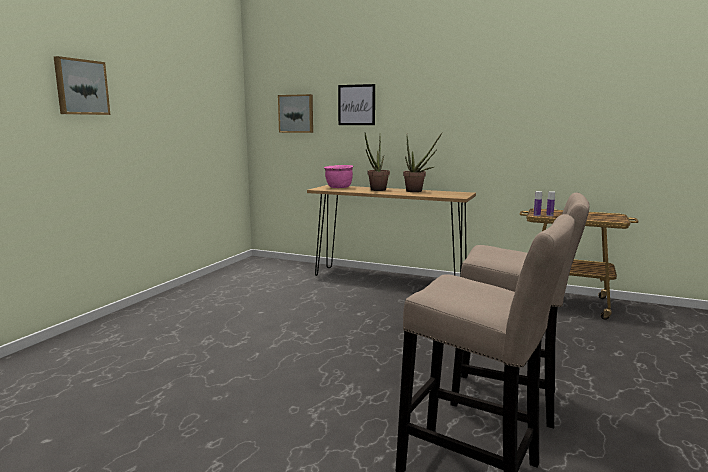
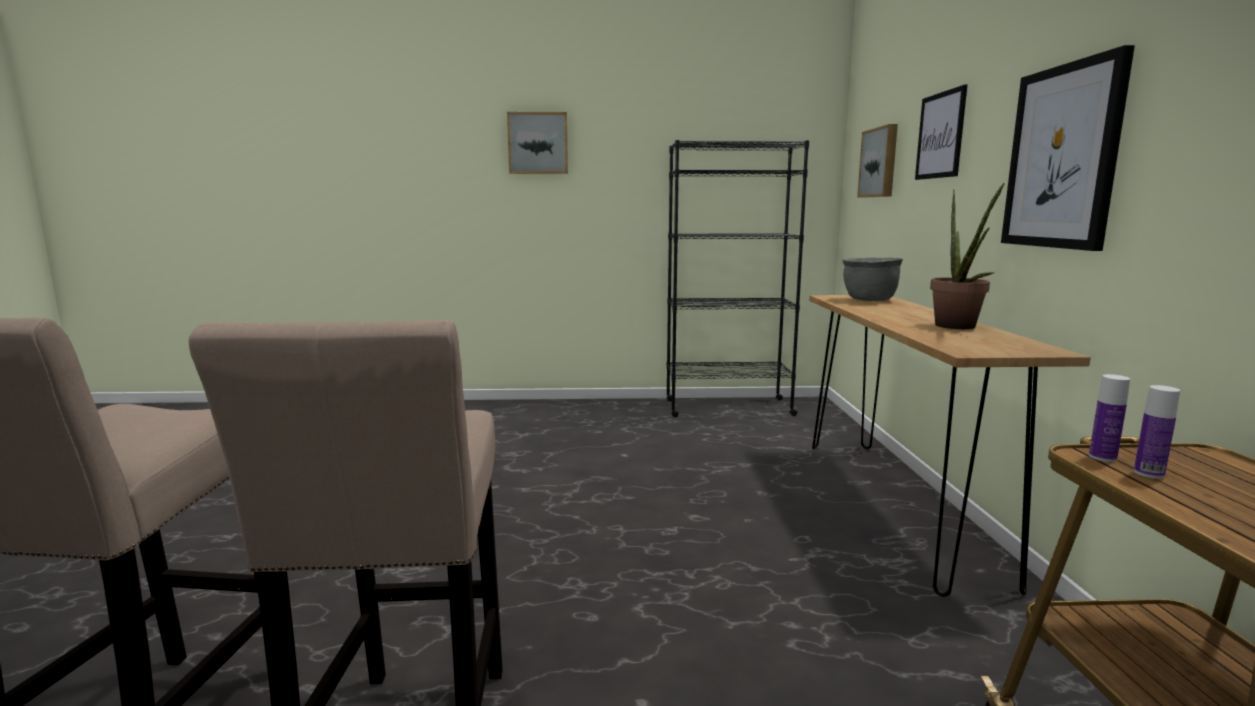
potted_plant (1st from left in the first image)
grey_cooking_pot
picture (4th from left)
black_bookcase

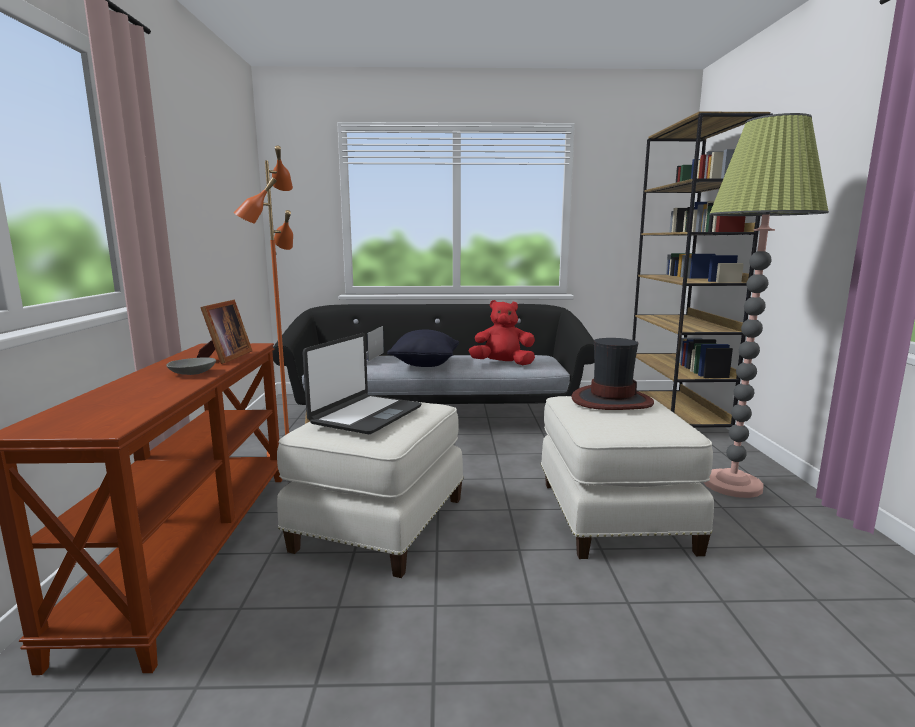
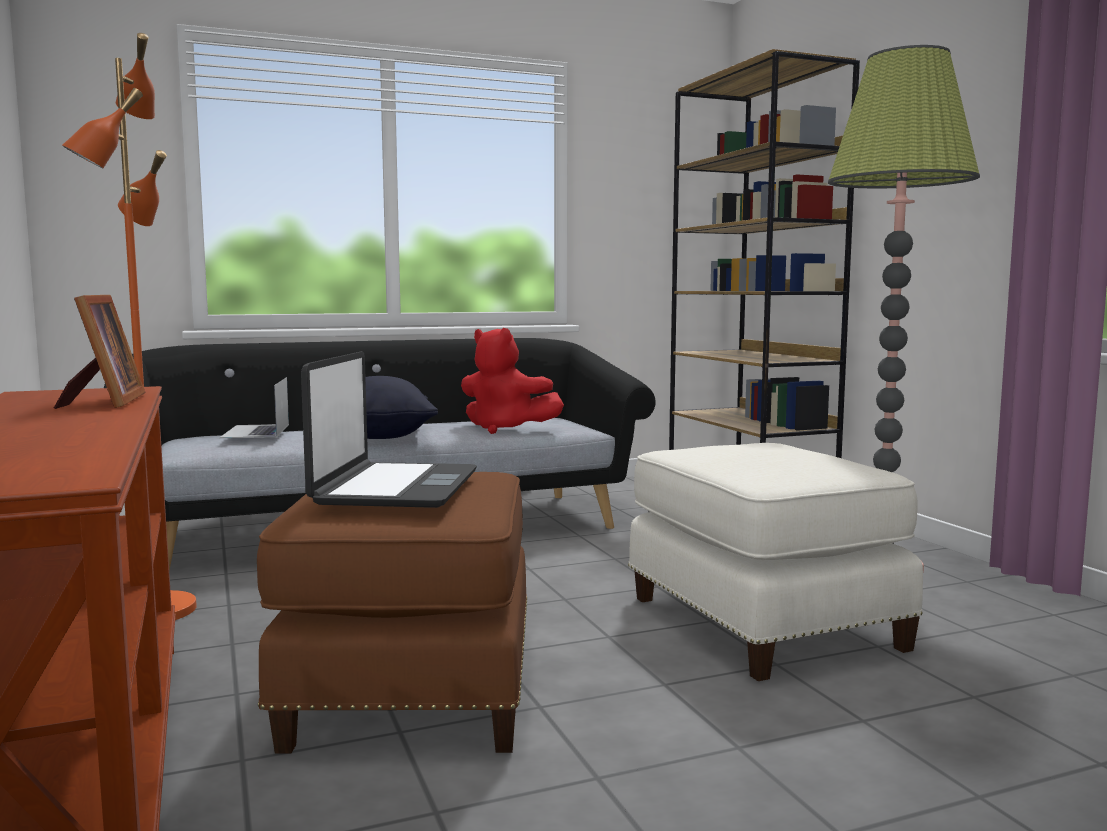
red_plush_toy
hat
grey_bowl
brown_ottoman

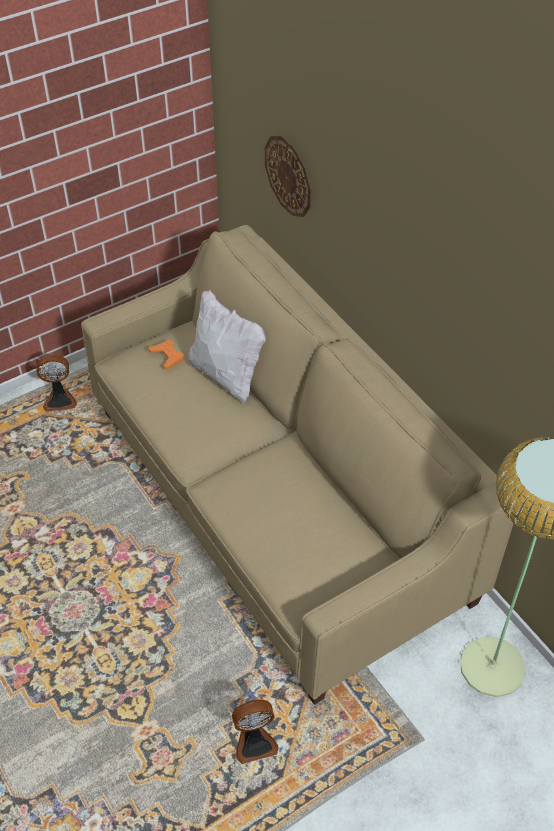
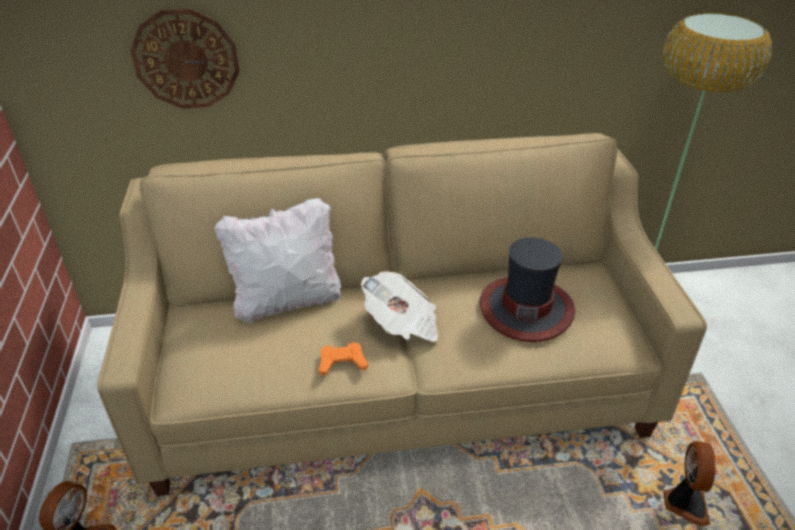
orange_game_controller
hat
newspaper

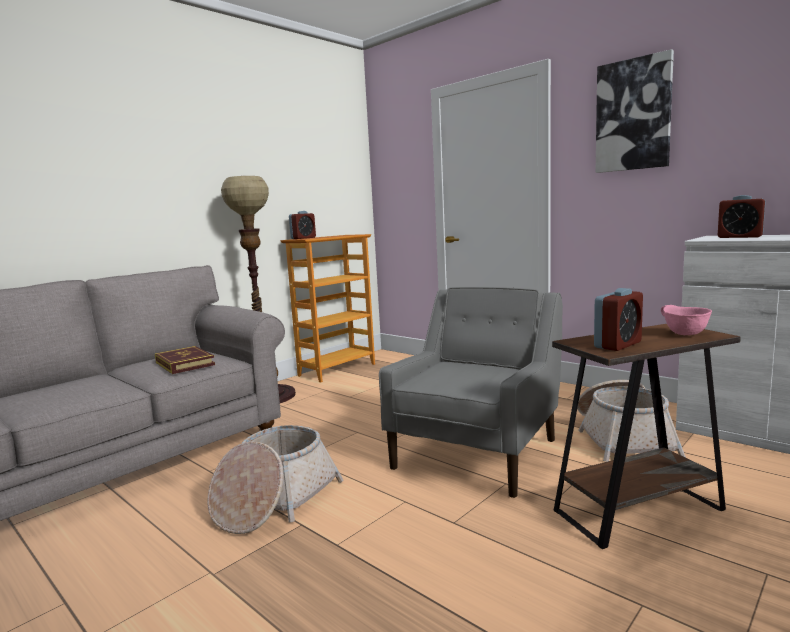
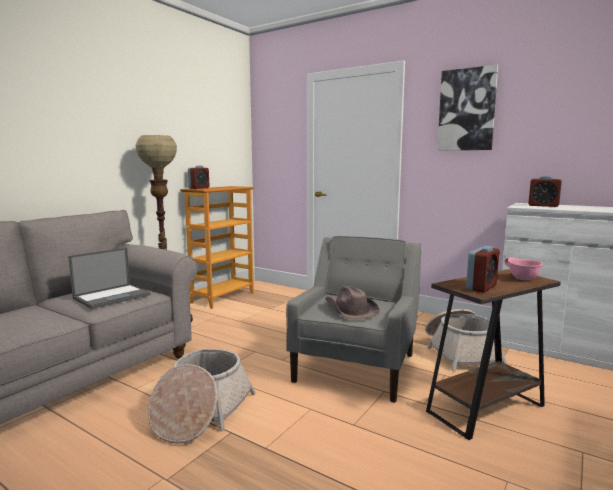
laptop
brown_hat

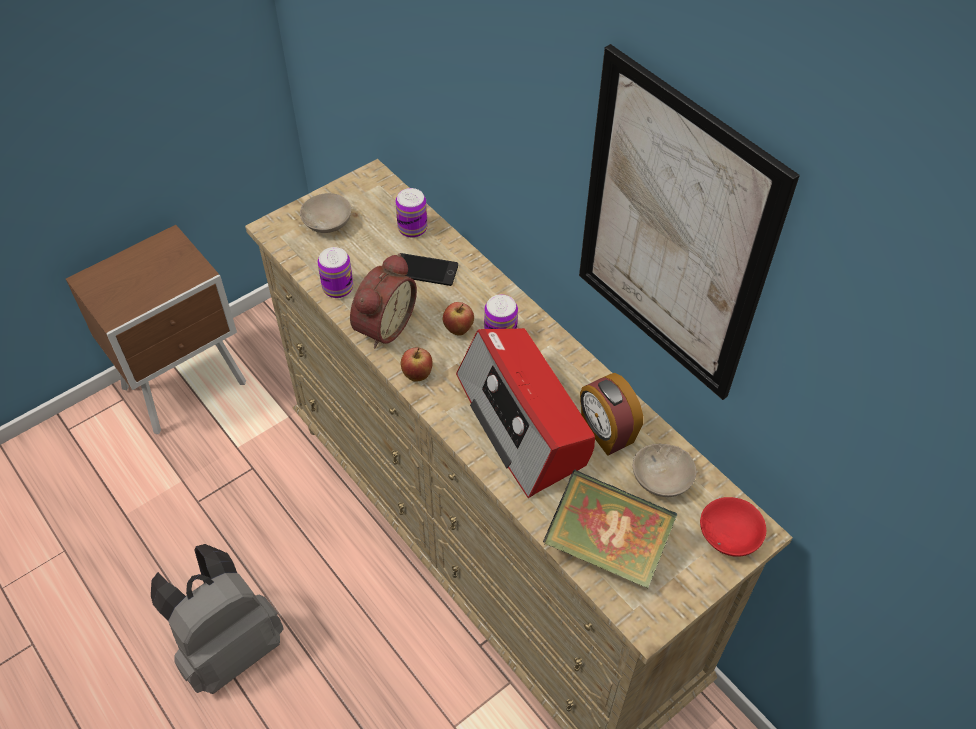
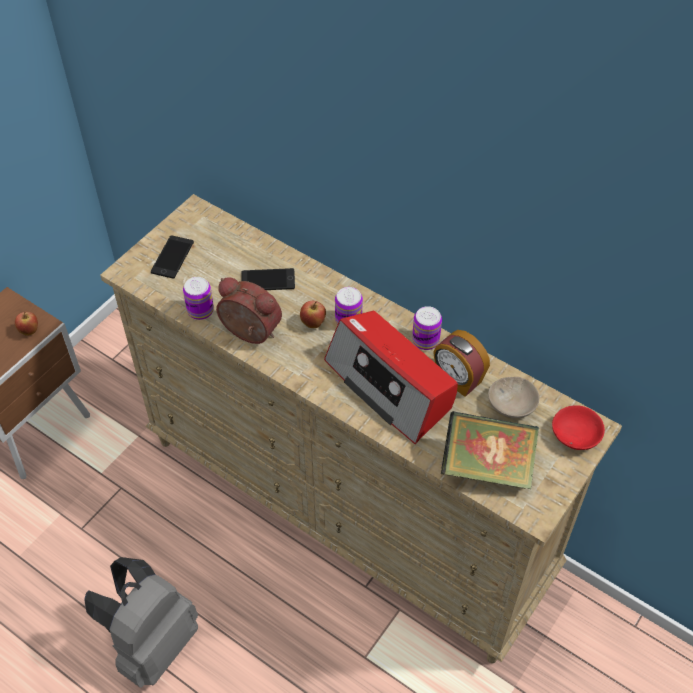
picture
can (3rd from left)
phone (1st from left)
alarm_clock (1st from left)
apple (1st from left)

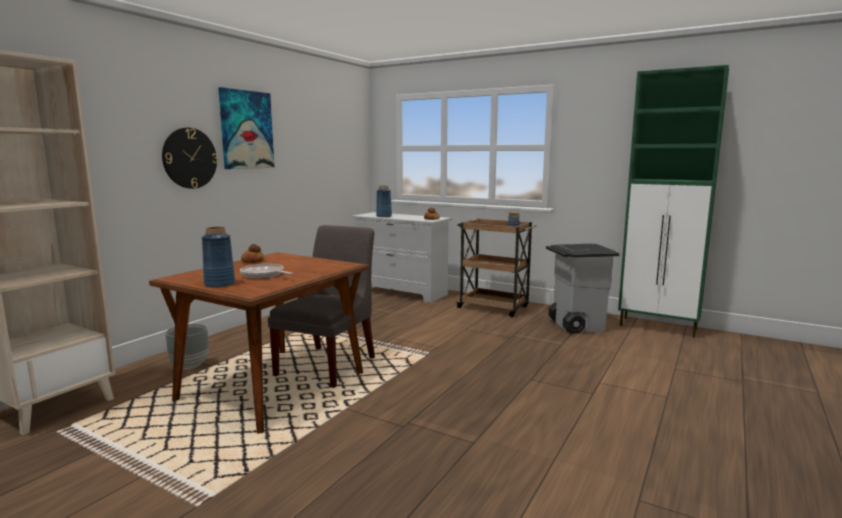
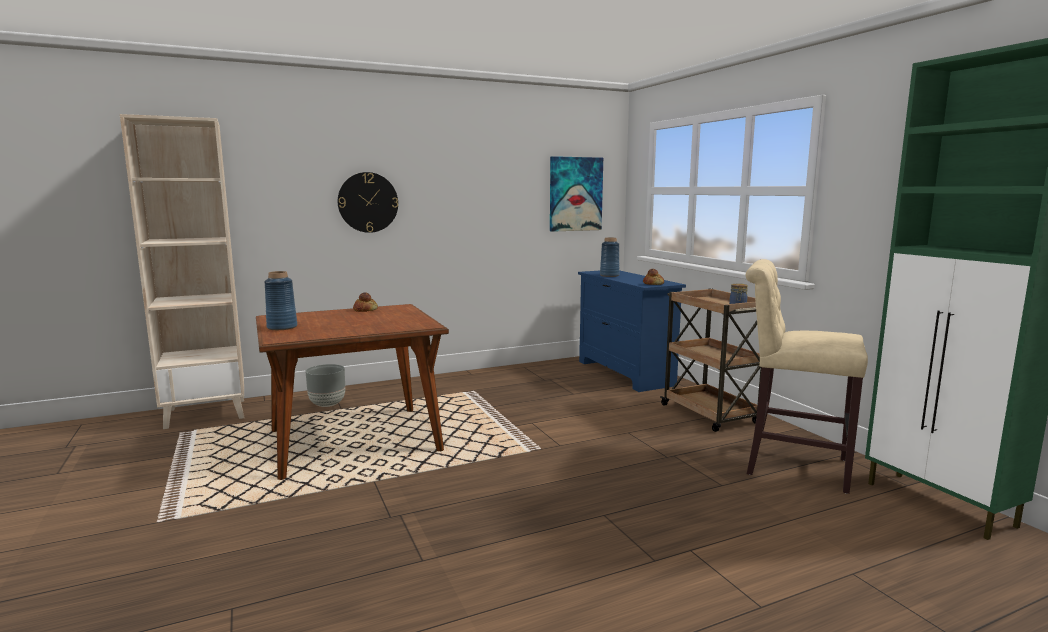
picture
blue_dresser
grey_chair
beige_stool
frying_pan

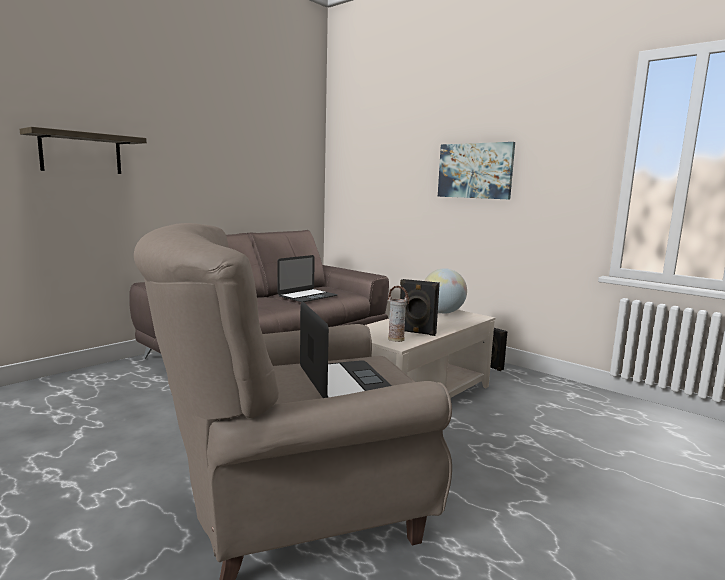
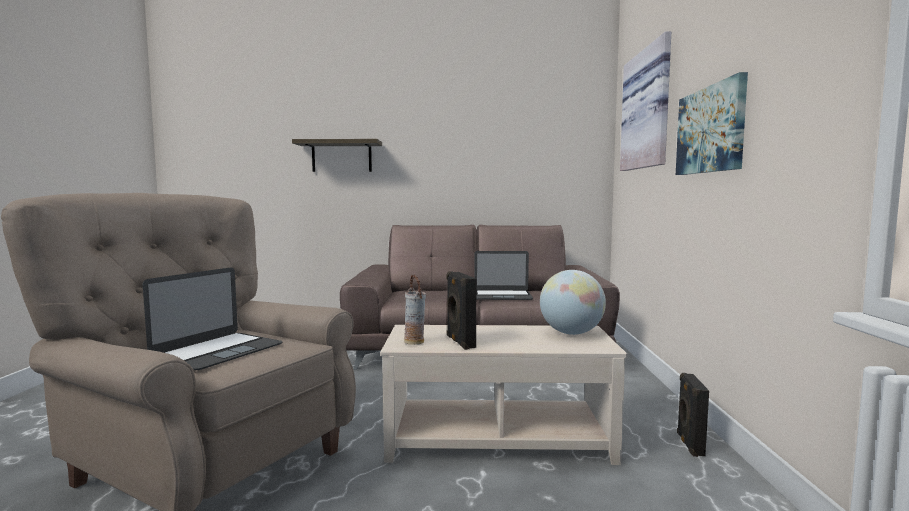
picture (1st from left)

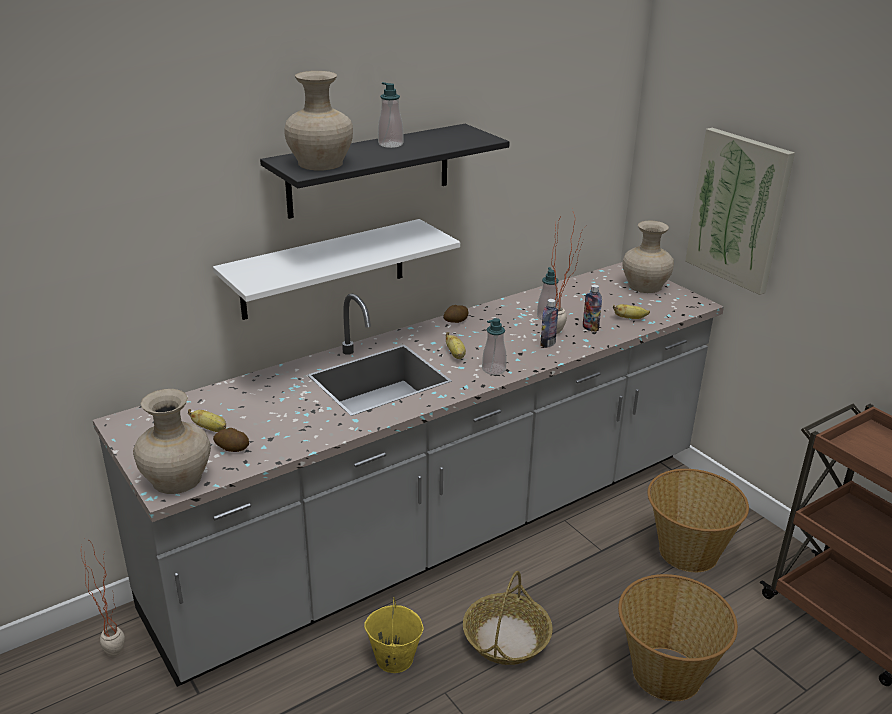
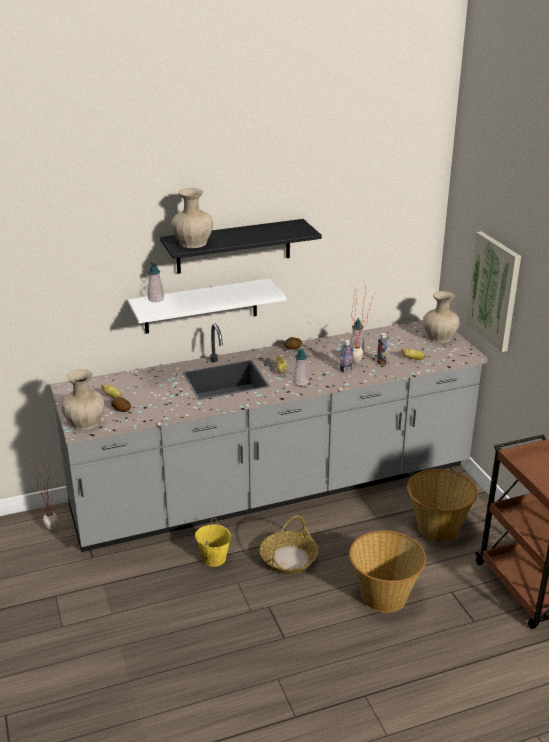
soap_dispenser (1st from left)

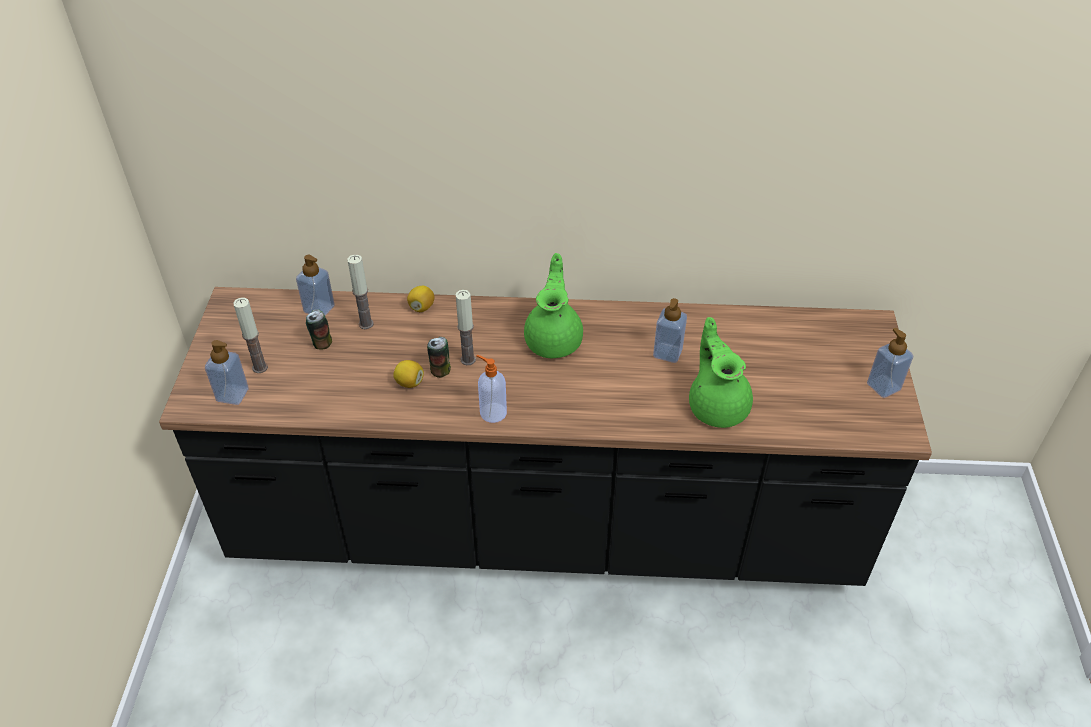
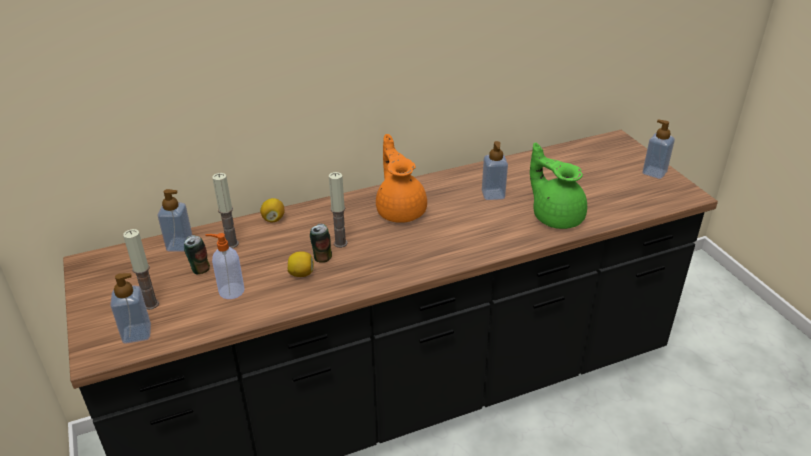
orange_teapot
soap_dispenser (3rd from left)

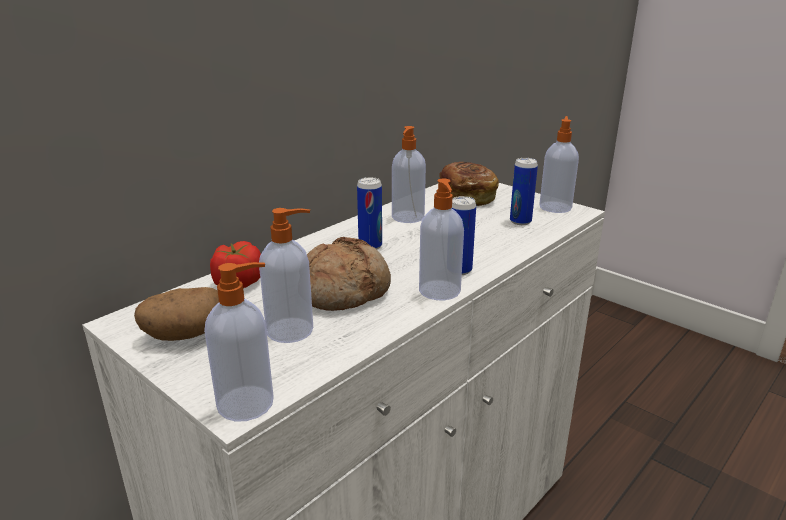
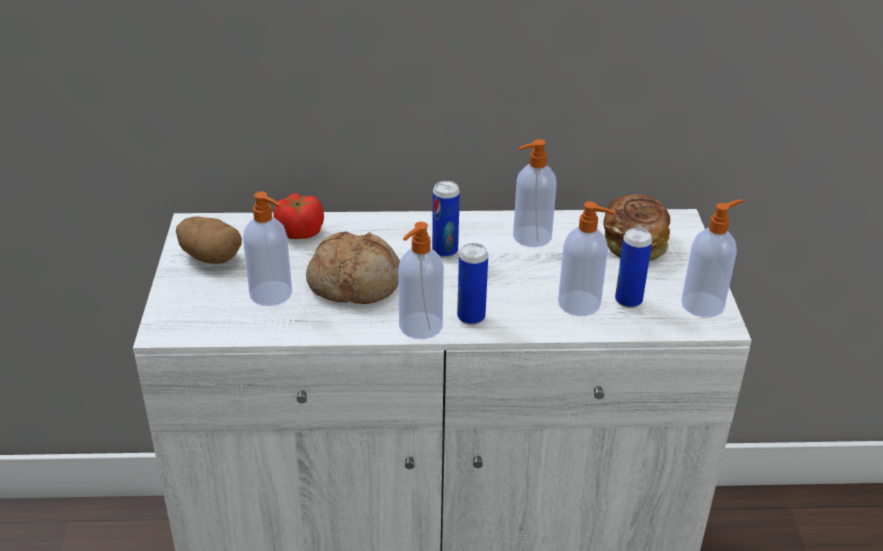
soap_dispenser (4th from left)

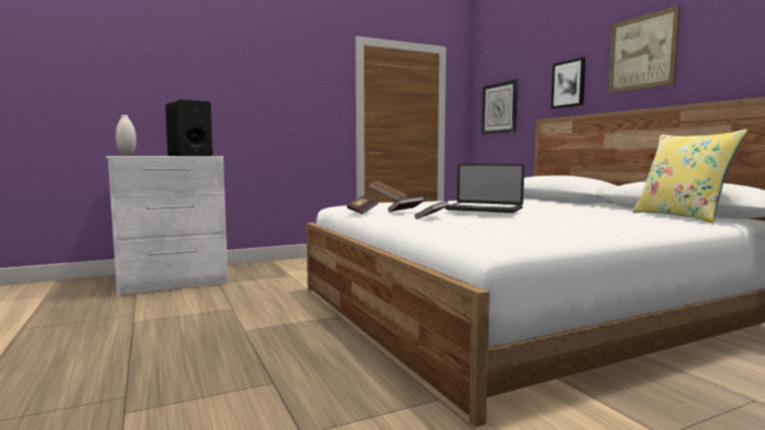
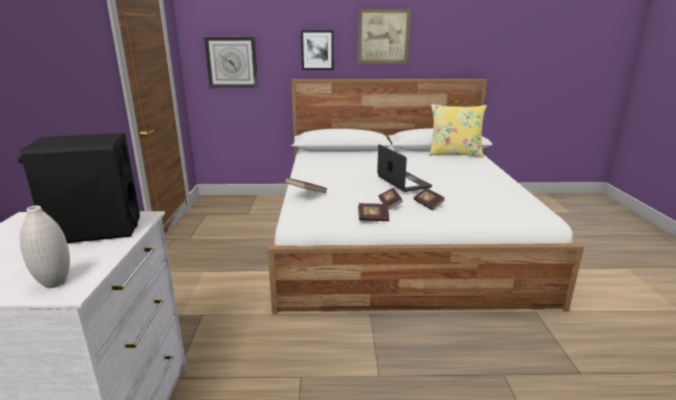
laptop

